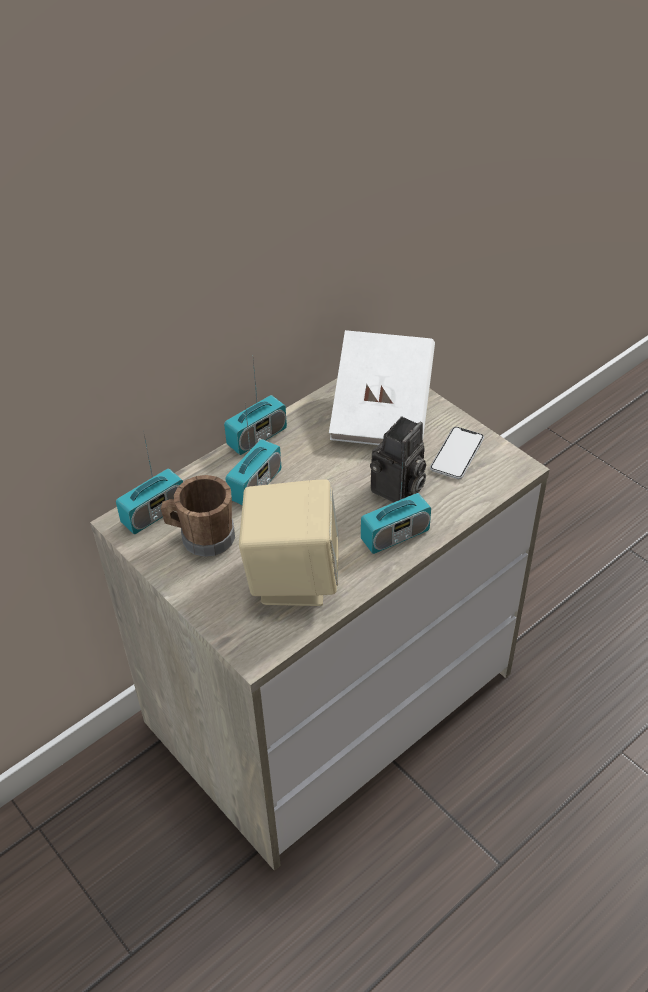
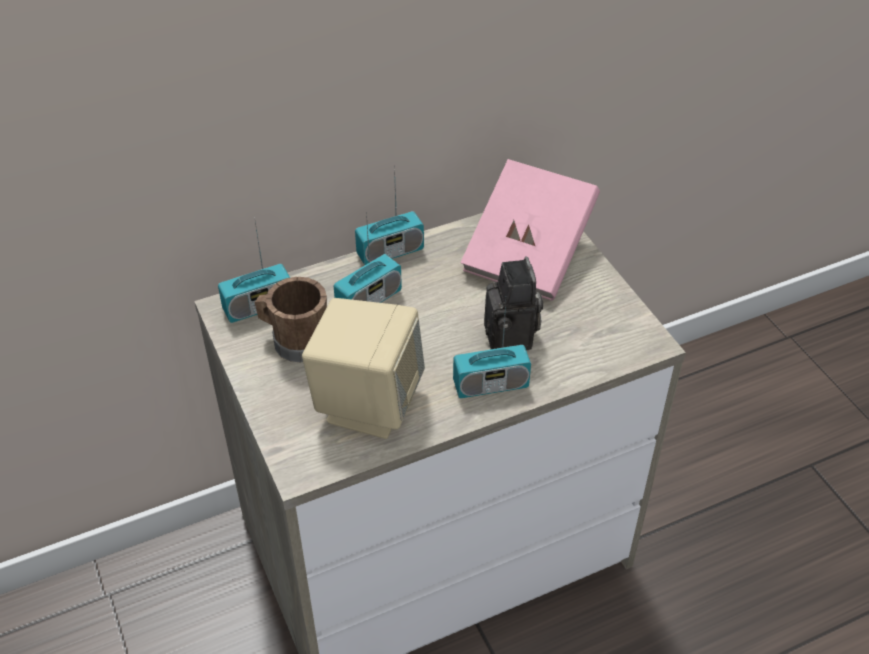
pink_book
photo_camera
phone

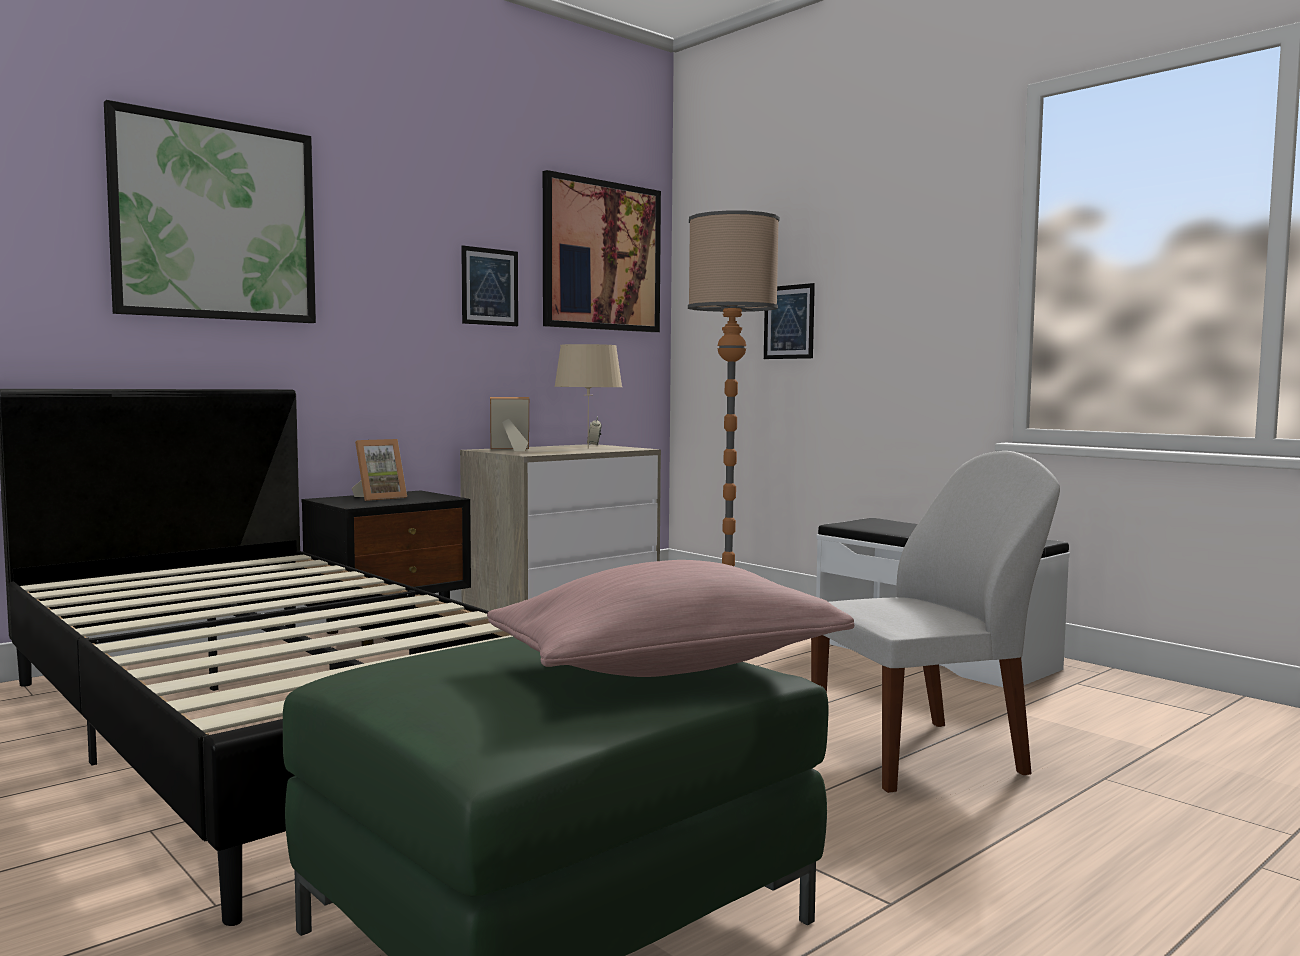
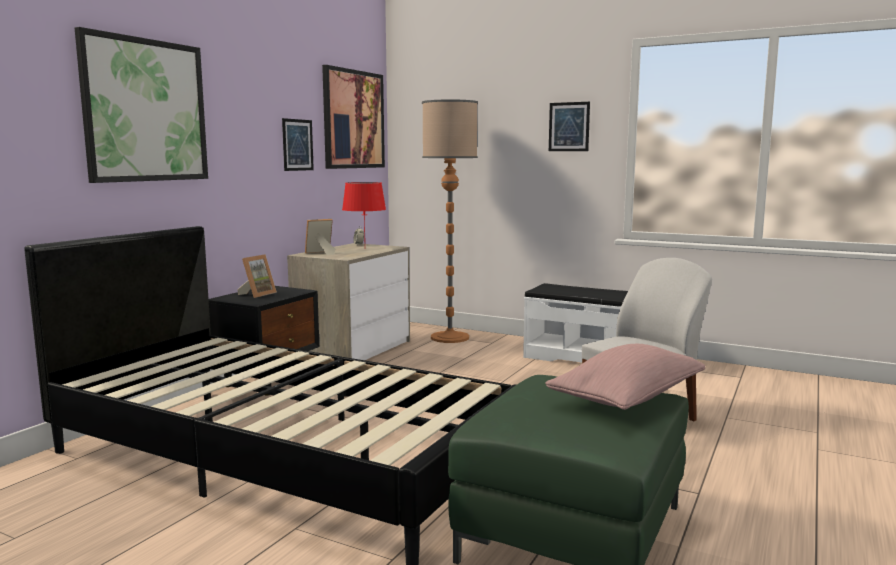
picture (4th from left)
red_table_lamp

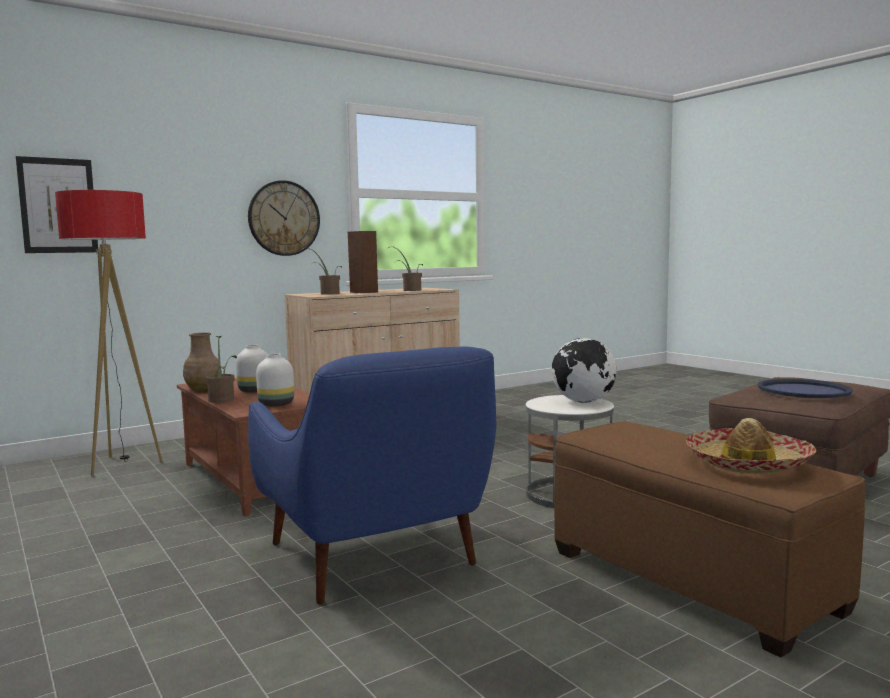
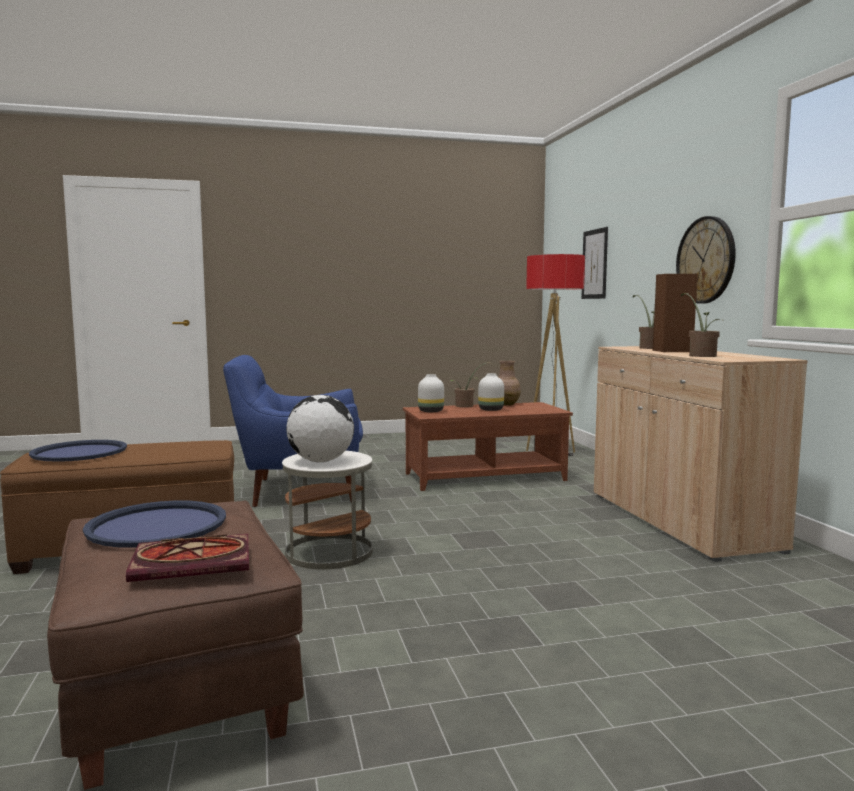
blue_tray (1st from left)
book

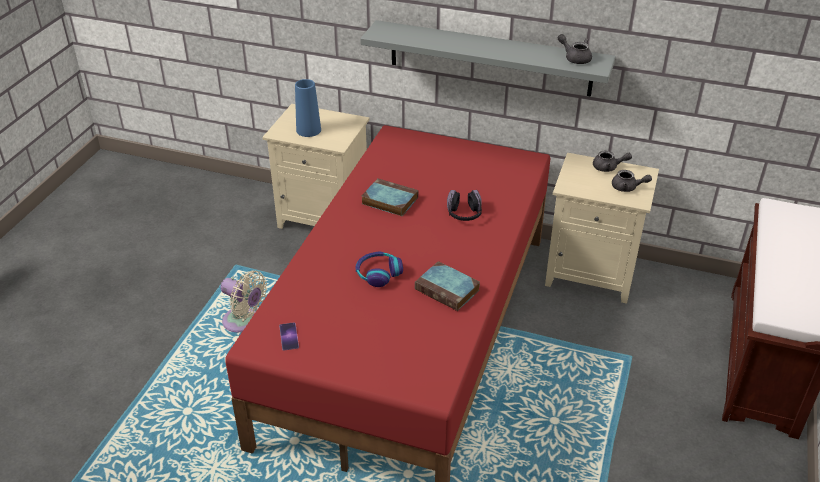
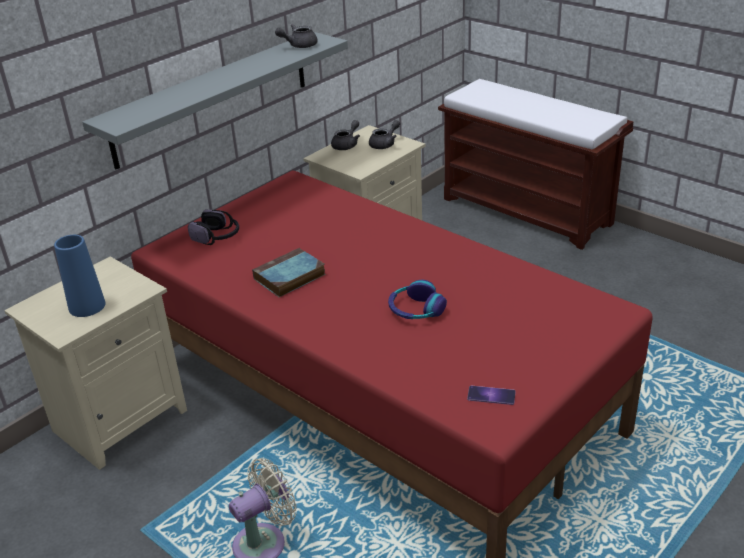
headphones (1st from left)
book (2nd from left in the first image)

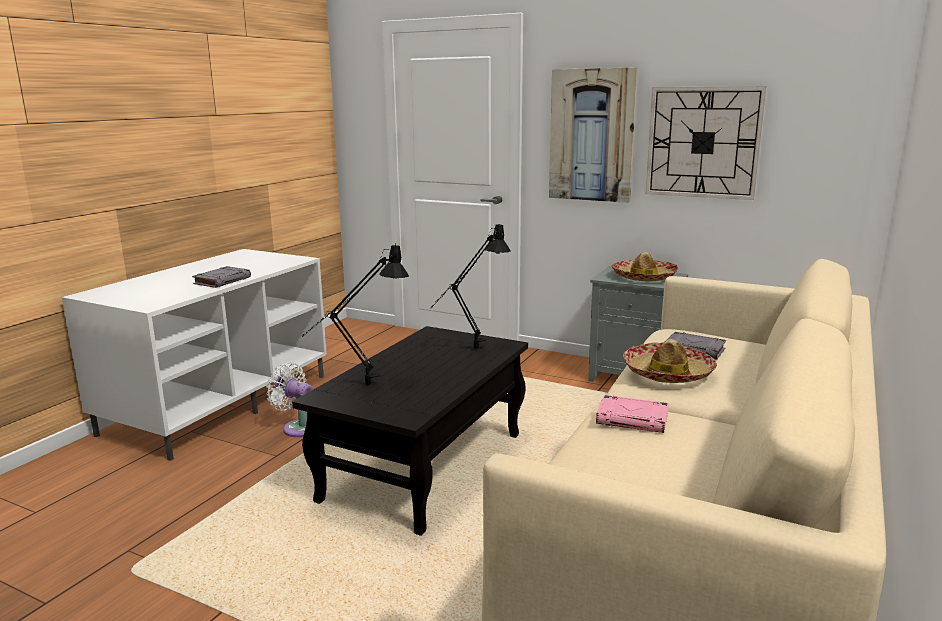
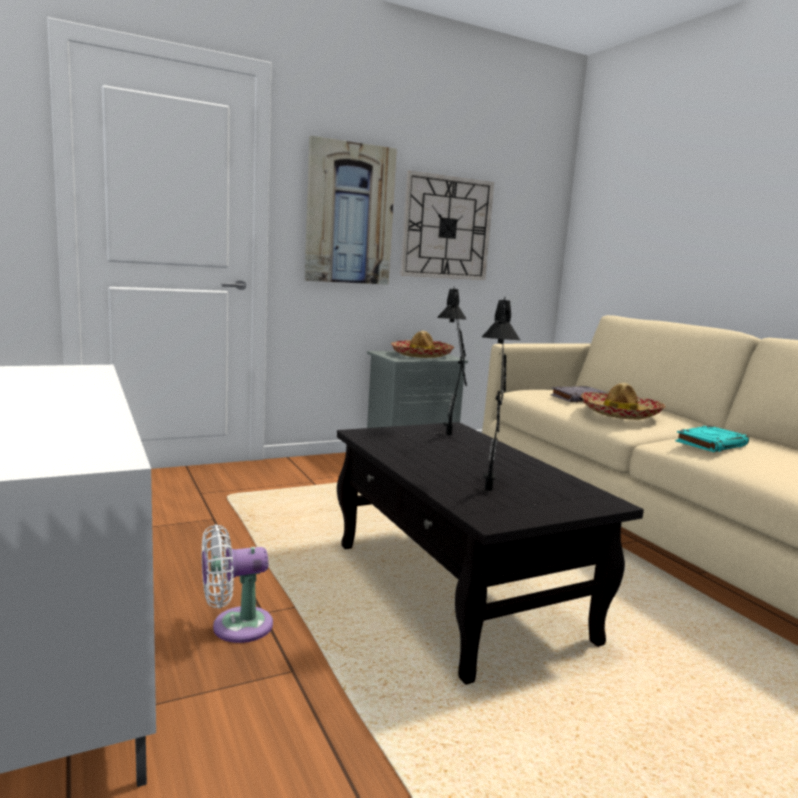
grey_book (1st from left in the first image)
turquoise_book

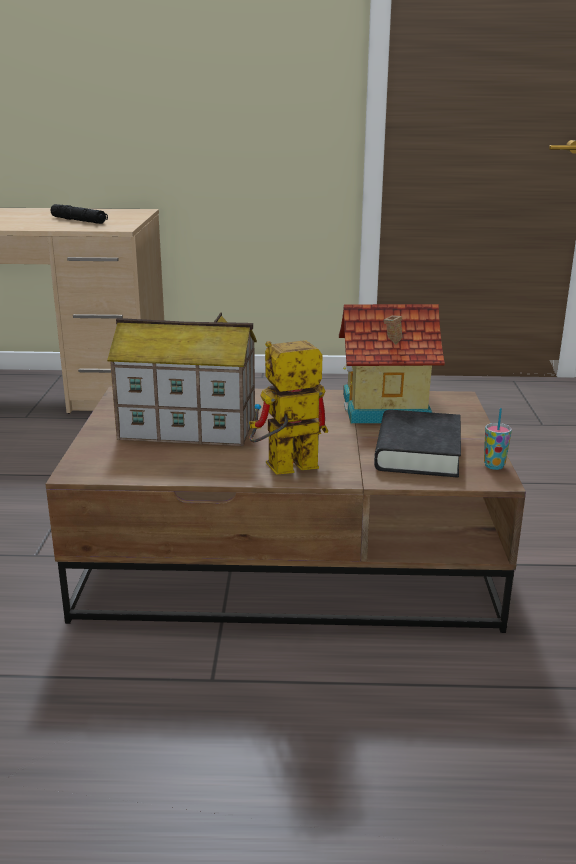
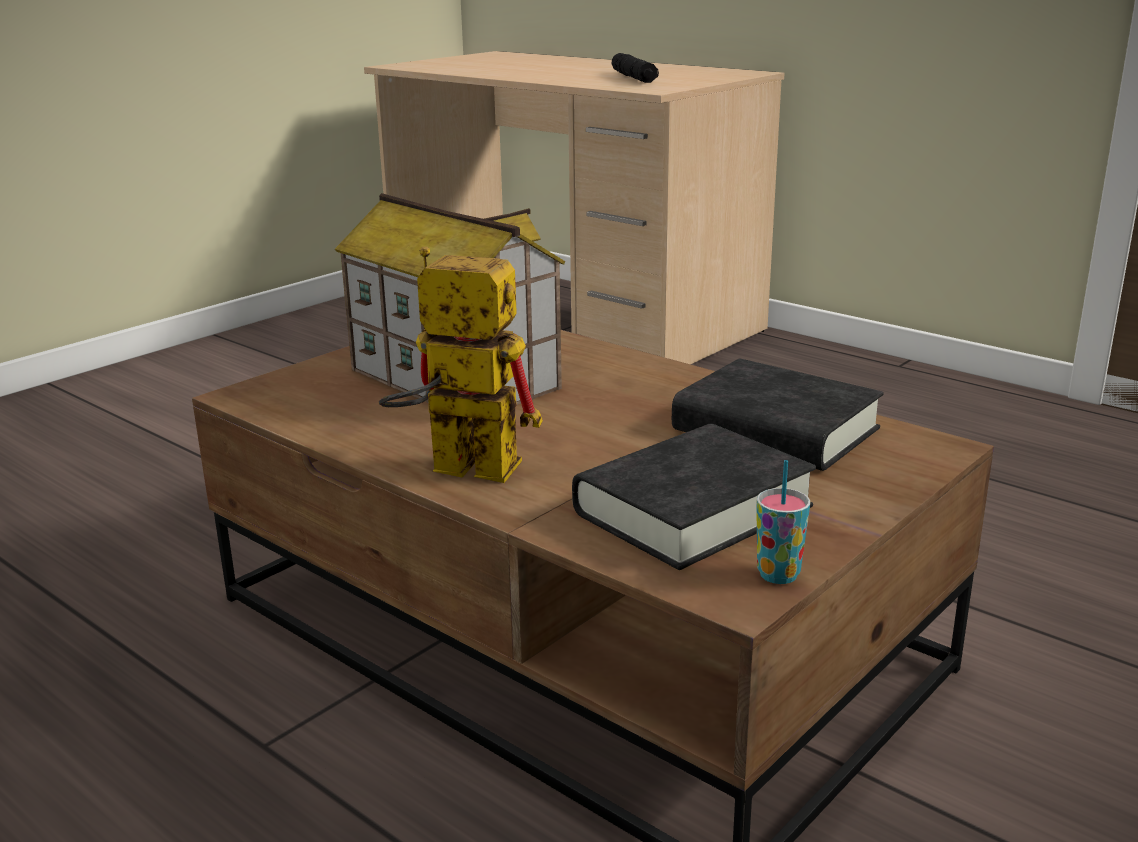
black_book (2nd from left)

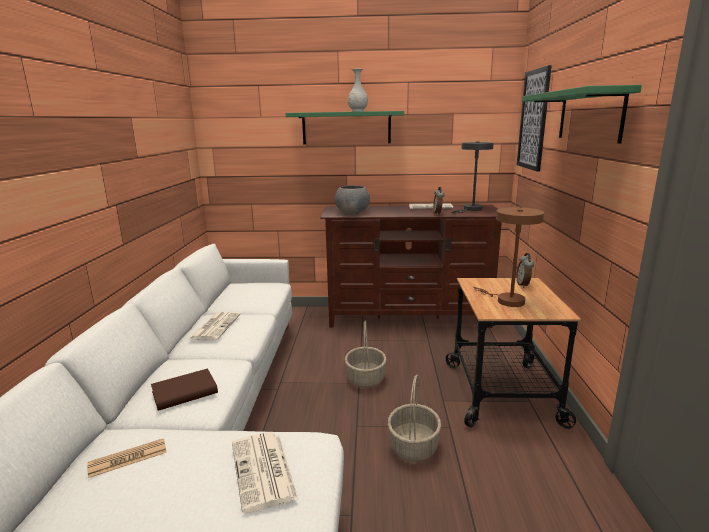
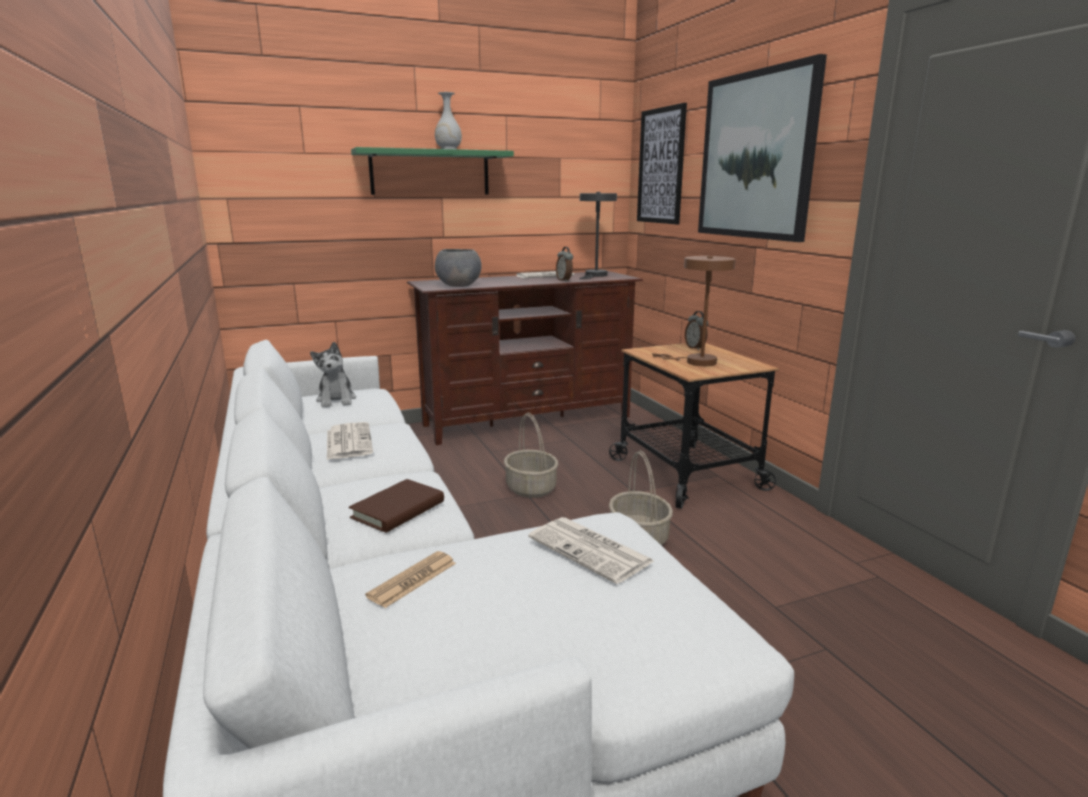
picture (2nd from left)
plush_toy

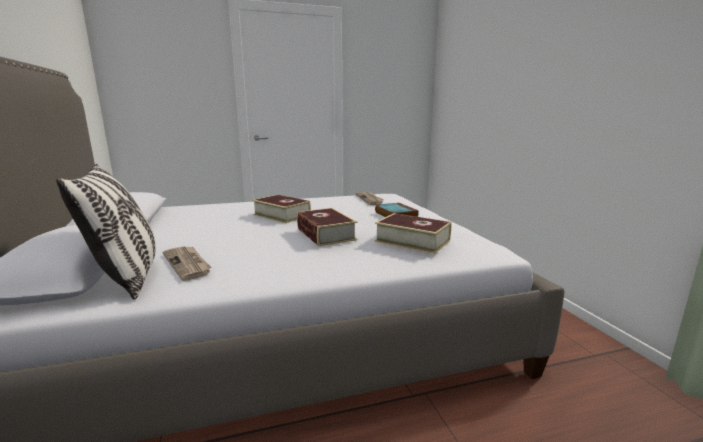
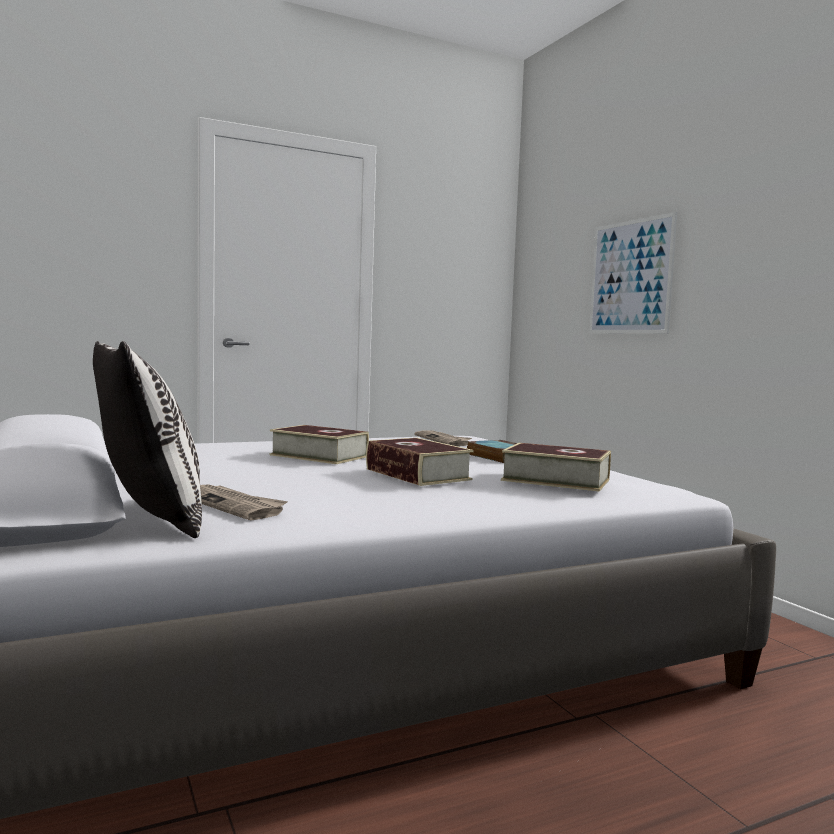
picture

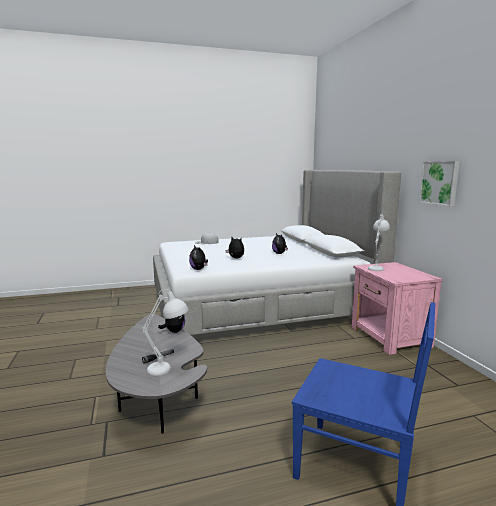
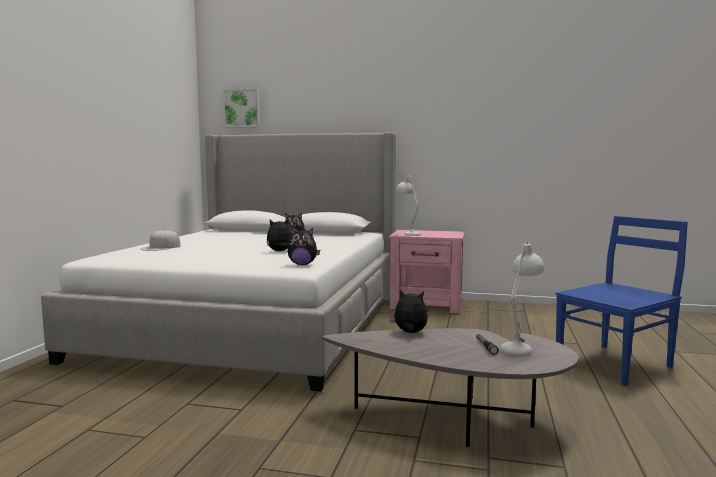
picture

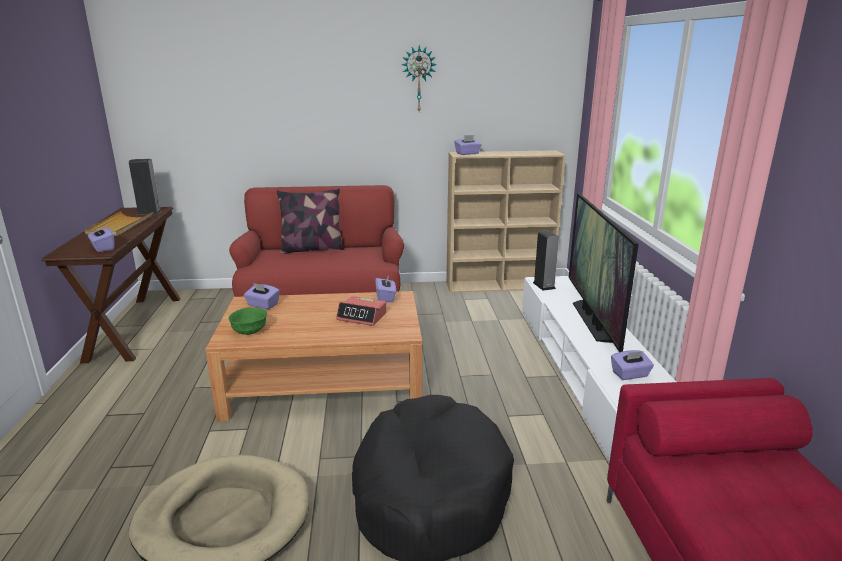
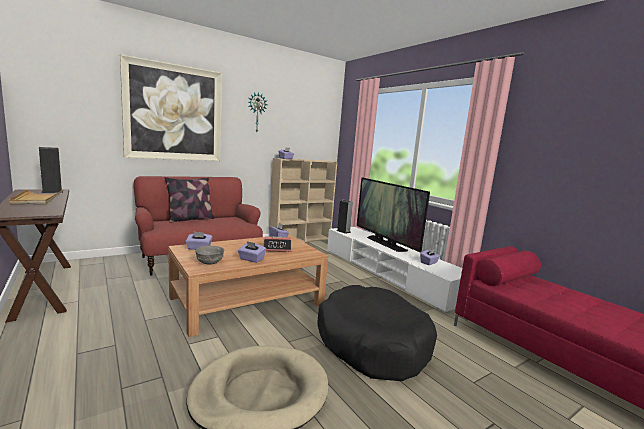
purple_tissue_box (2nd from left)
grey_bowl
picture

